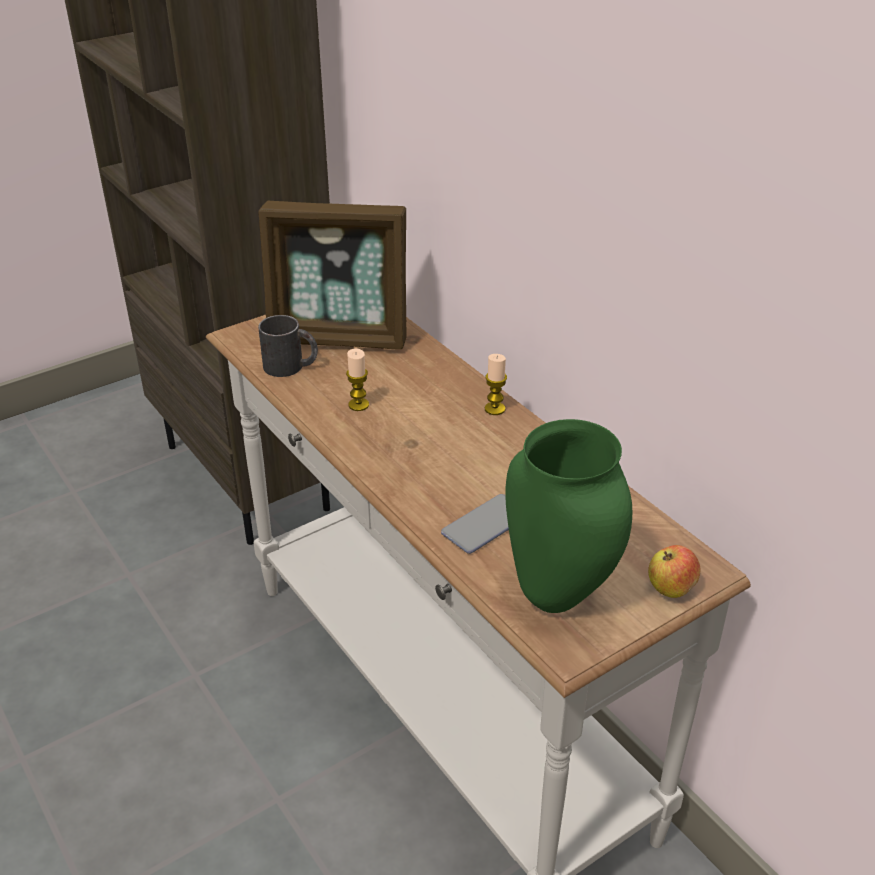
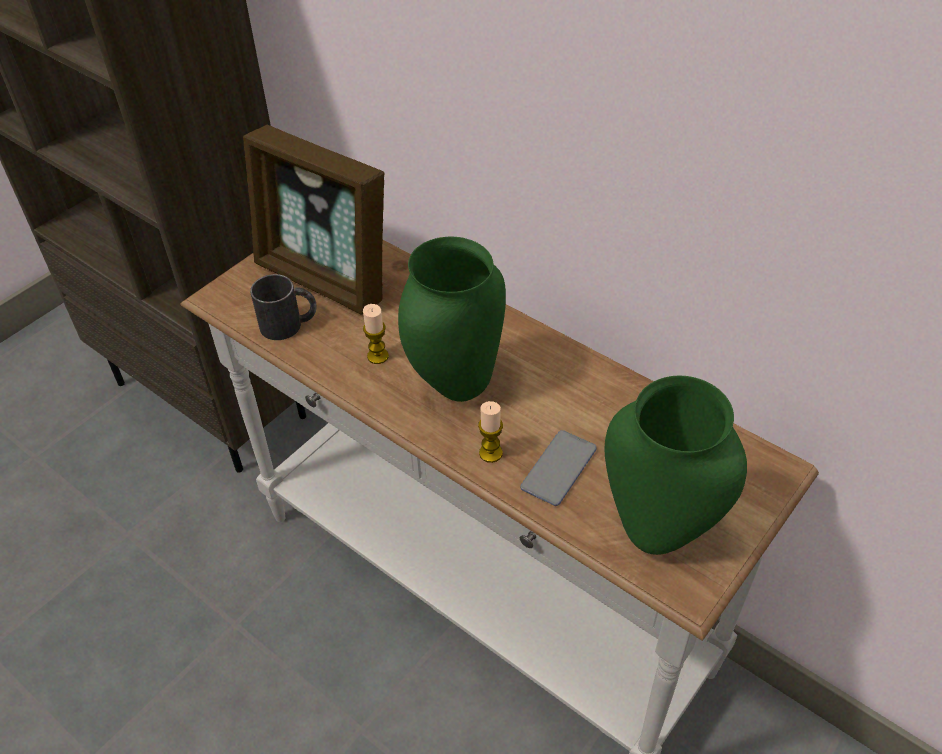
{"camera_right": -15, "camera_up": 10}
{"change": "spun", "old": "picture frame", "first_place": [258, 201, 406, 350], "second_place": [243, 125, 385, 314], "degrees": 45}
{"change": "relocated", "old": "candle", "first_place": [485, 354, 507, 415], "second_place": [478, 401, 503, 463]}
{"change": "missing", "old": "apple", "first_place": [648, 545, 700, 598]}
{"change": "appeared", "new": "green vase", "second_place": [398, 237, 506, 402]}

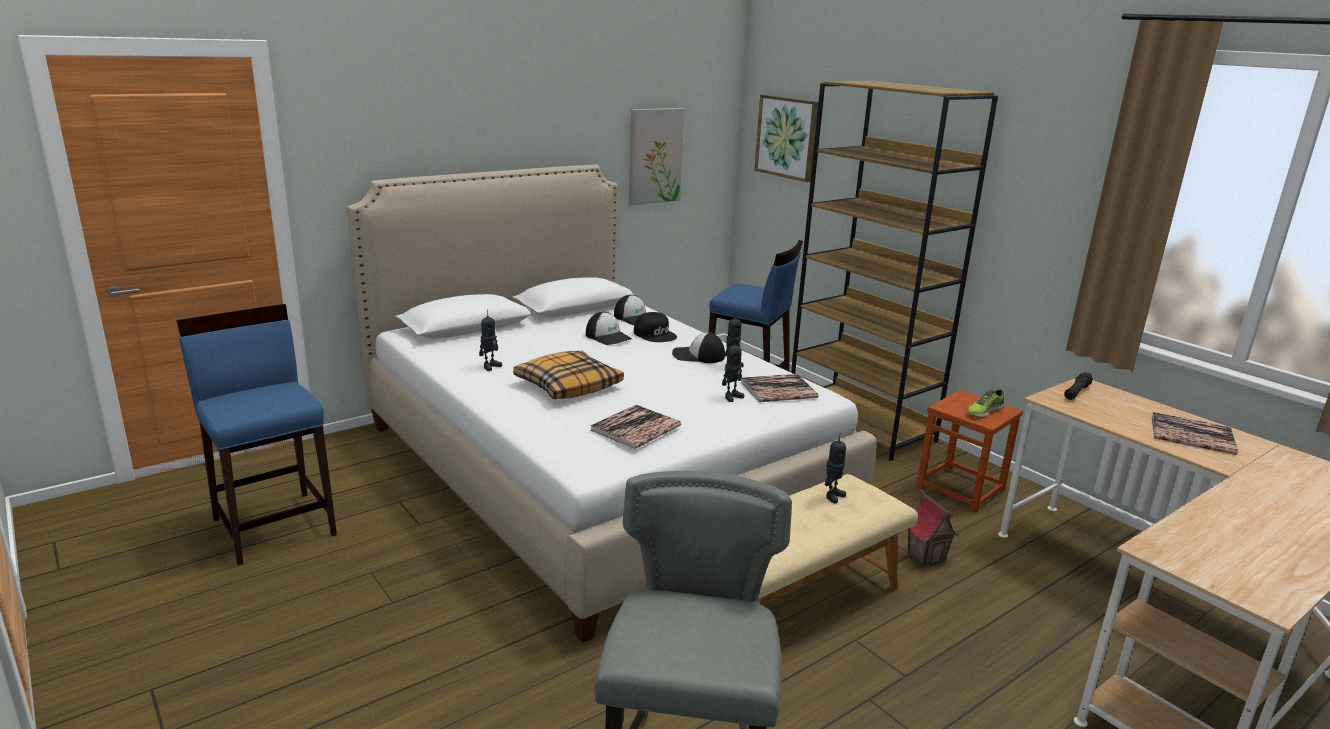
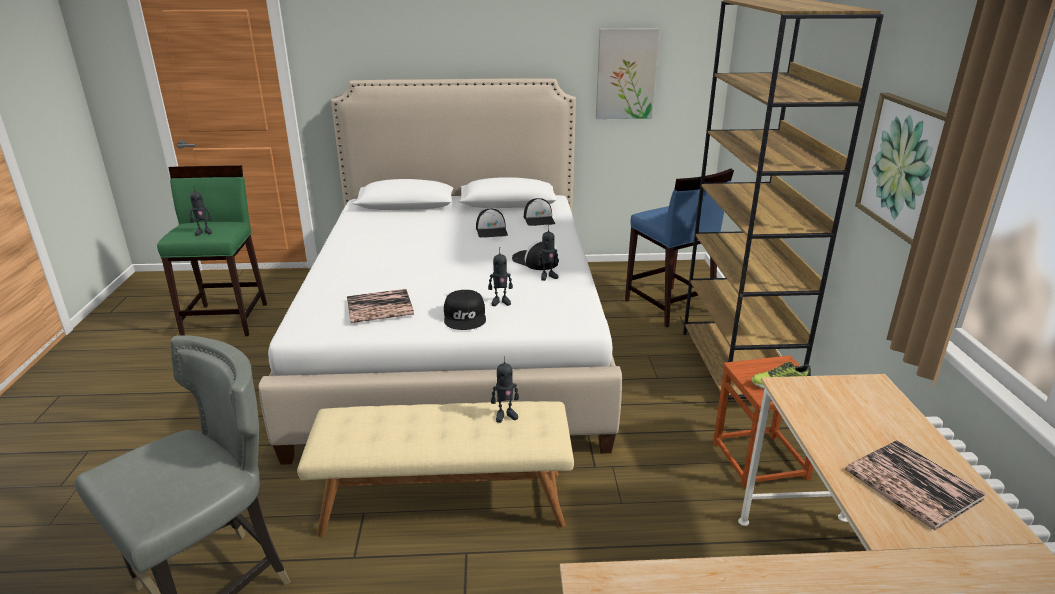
{"camera_right": 35, "camera_up": 5}
{"change": "relocated", "old": "picture", "first_place": [754, 95, 819, 182], "second_place": [855, 93, 947, 245]}
{"change": "colour", "old": "blue stool", "new": "green stool", "first_place": [176, 304, 337, 566], "second_place": [157, 165, 267, 336]}
{"change": "relocated", "old": "toy robot", "first_place": [479, 310, 502, 371], "second_place": [190, 186, 212, 236]}
{"change": "relocated", "old": "black cap", "first_place": [634, 312, 677, 342], "second_place": [444, 290, 486, 330]}
{"change": "missing", "old": "pillow", "first_place": [513, 351, 624, 399]}
{"change": "missing", "old": "black flashlight", "first_place": [1064, 372, 1093, 400]}
{"change": "missing", "old": "book", "first_place": [741, 374, 818, 402]}
{"change": "missing", "old": "toy house", "first_place": [908, 489, 958, 566]}

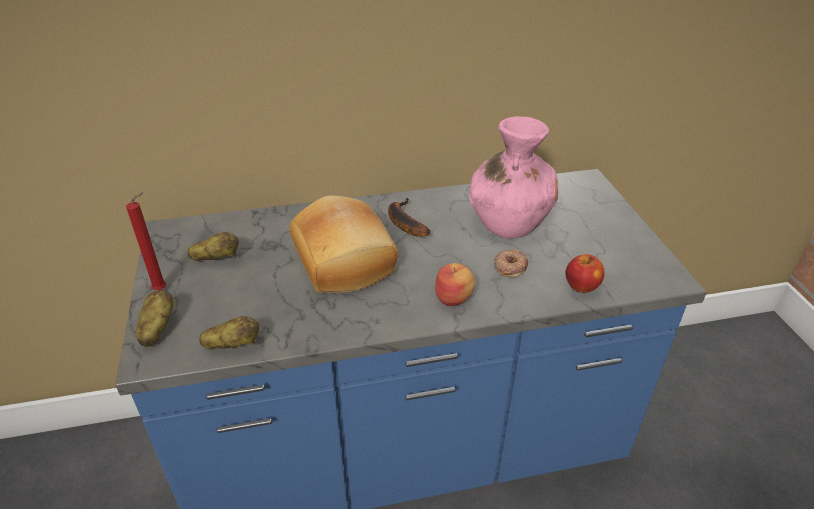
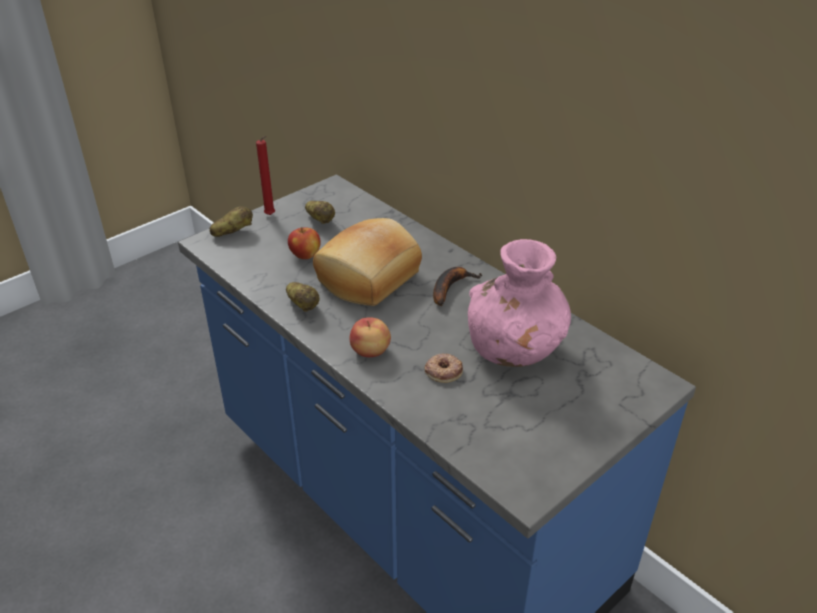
{"camera_right": 60, "camera_up": 0}
{"change": "relocated", "old": "apple", "first_place": [565, 254, 605, 293], "second_place": [288, 227, 321, 259]}
{"change": "relocated", "old": "potato", "first_place": [200, 316, 259, 349], "second_place": [286, 282, 320, 312]}

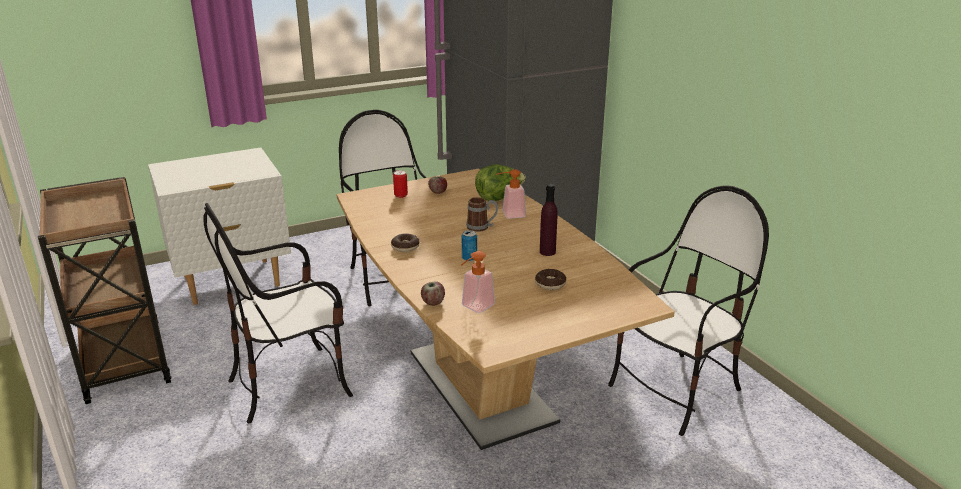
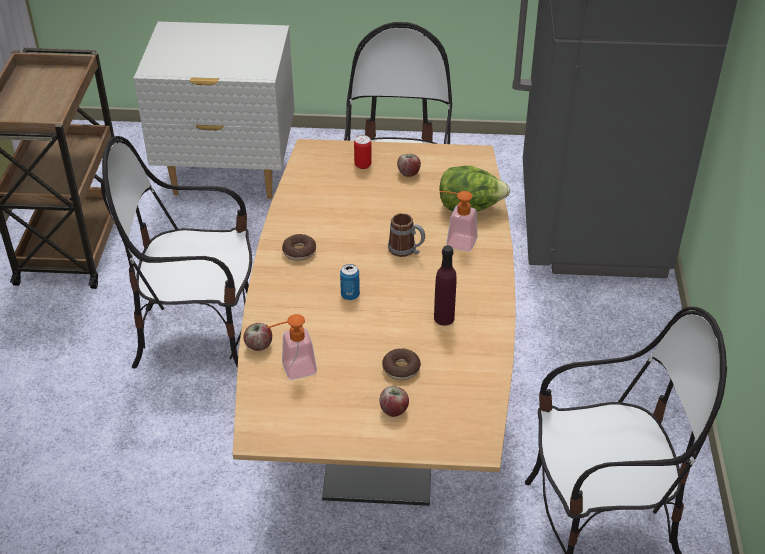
{"camera_right": 30, "camera_up": 15}
{"change": "appeared", "new": "apple", "second_place": [380, 386, 409, 417]}

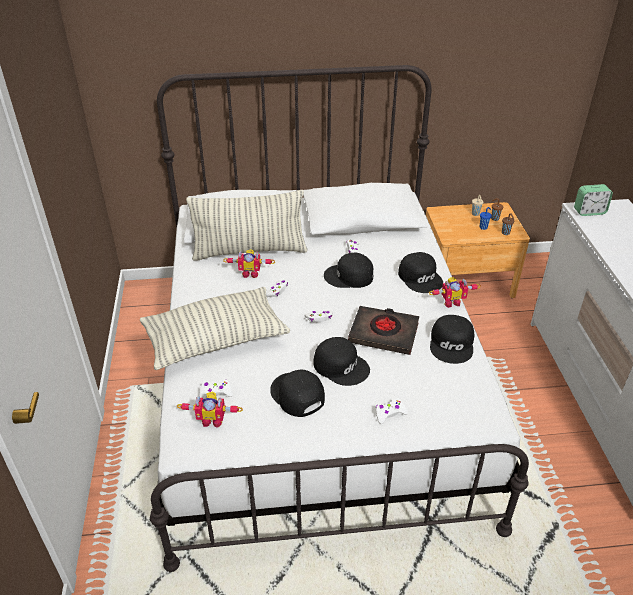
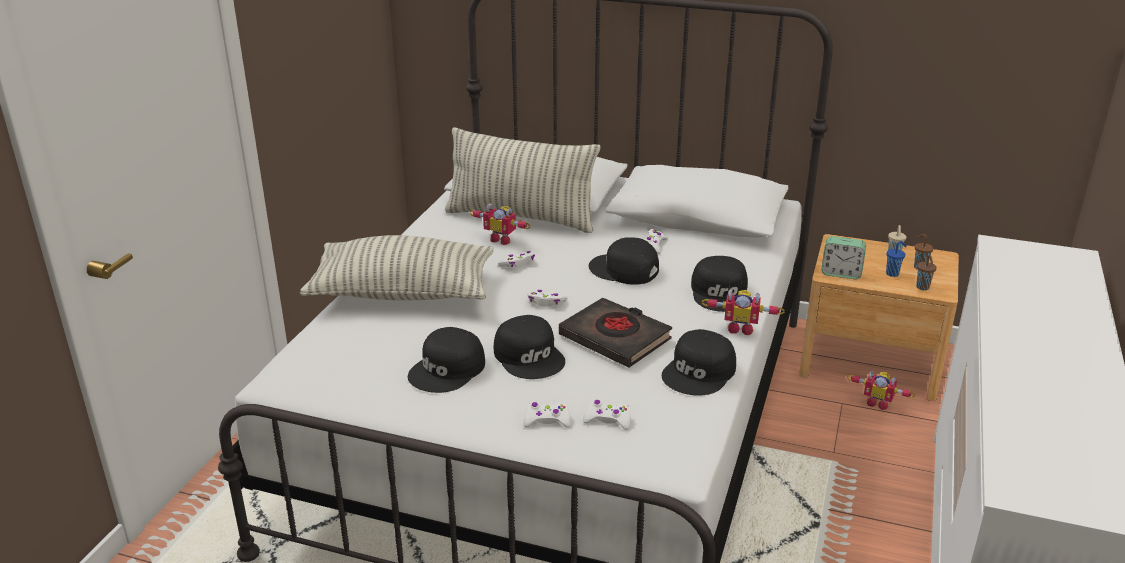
{"camera_right": 25, "camera_up": -10}
{"change": "relocated", "old": "alarm clock", "first_place": [574, 184, 613, 216], "second_place": [821, 236, 866, 279]}
{"change": "spun", "old": "black cap", "first_place": [270, 370, 325, 417], "second_place": [408, 327, 485, 393], "degrees": -135}
{"change": "relocated", "old": "white game controller", "first_place": [200, 380, 233, 399], "second_place": [583, 400, 631, 430]}
{"change": "relocated", "old": "toy robot", "first_place": [177, 392, 243, 427], "second_place": [847, 371, 915, 410]}

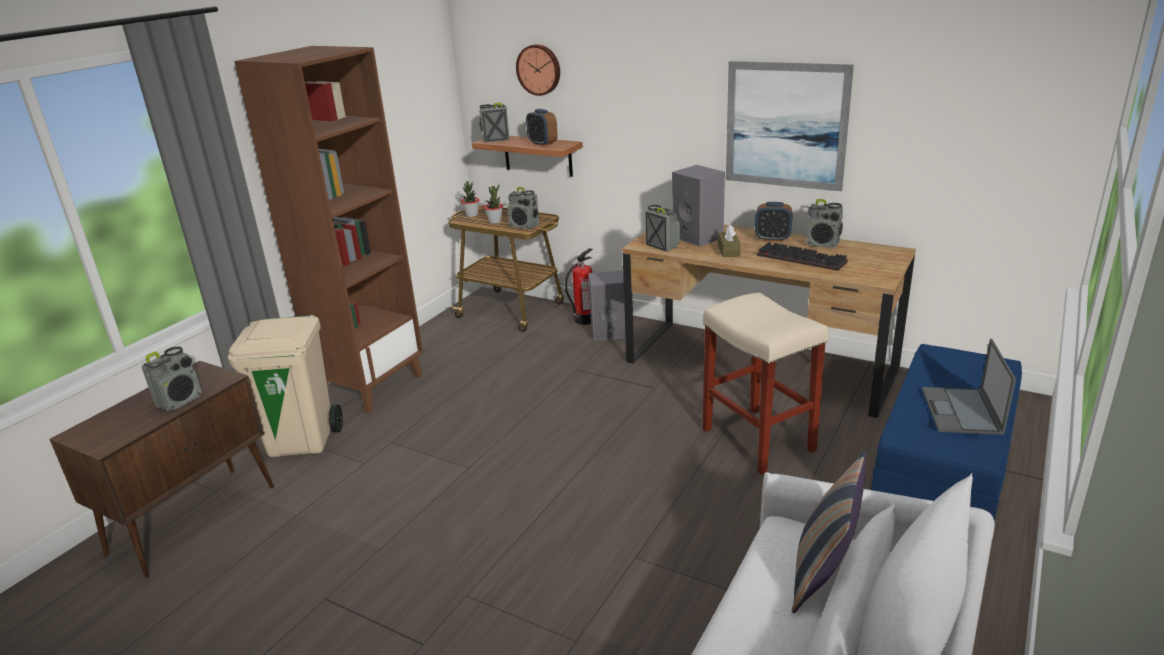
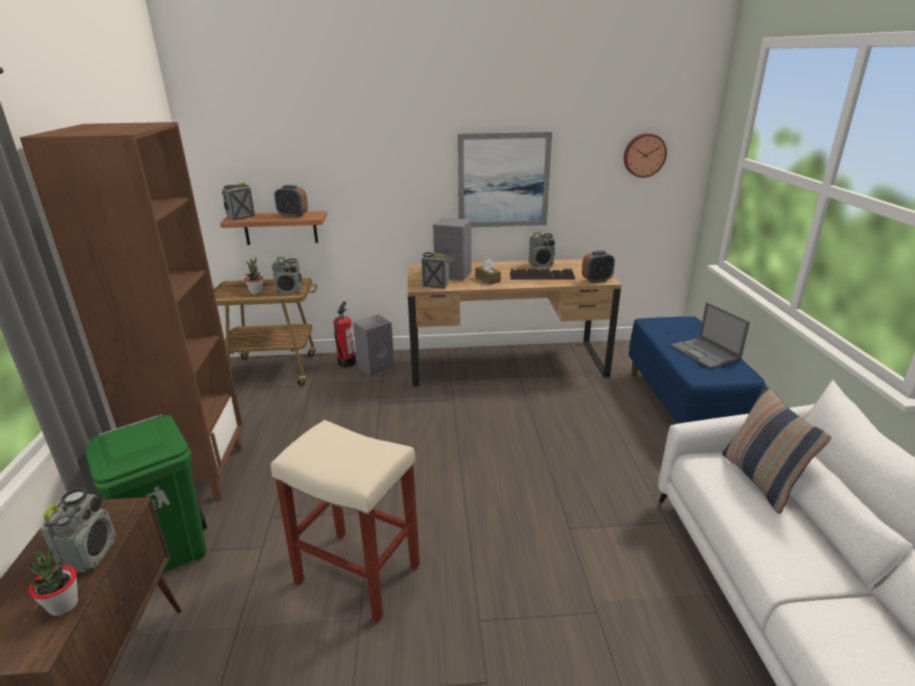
{"camera_right": -35, "camera_up": 0}
{"change": "relocated", "old": "wall clock", "first_place": [516, 44, 560, 96], "second_place": [624, 133, 667, 178]}
{"change": "relocated", "old": "potted plant", "first_place": [461, 181, 479, 217], "second_place": [27, 549, 78, 616]}
{"change": "relocated", "old": "alarm clock", "first_place": [755, 202, 793, 242], "second_place": [582, 250, 615, 284]}
{"change": "relocated", "old": "beige stool", "first_place": [703, 292, 828, 475], "second_place": [271, 420, 420, 622]}
{"change": "colour", "old": "beige trash can", "new": "green trash can", "first_place": [228, 315, 343, 457], "second_place": [85, 414, 207, 574]}

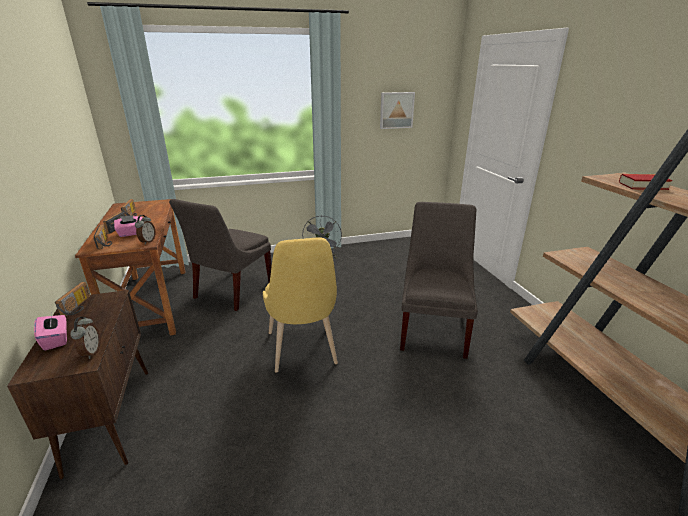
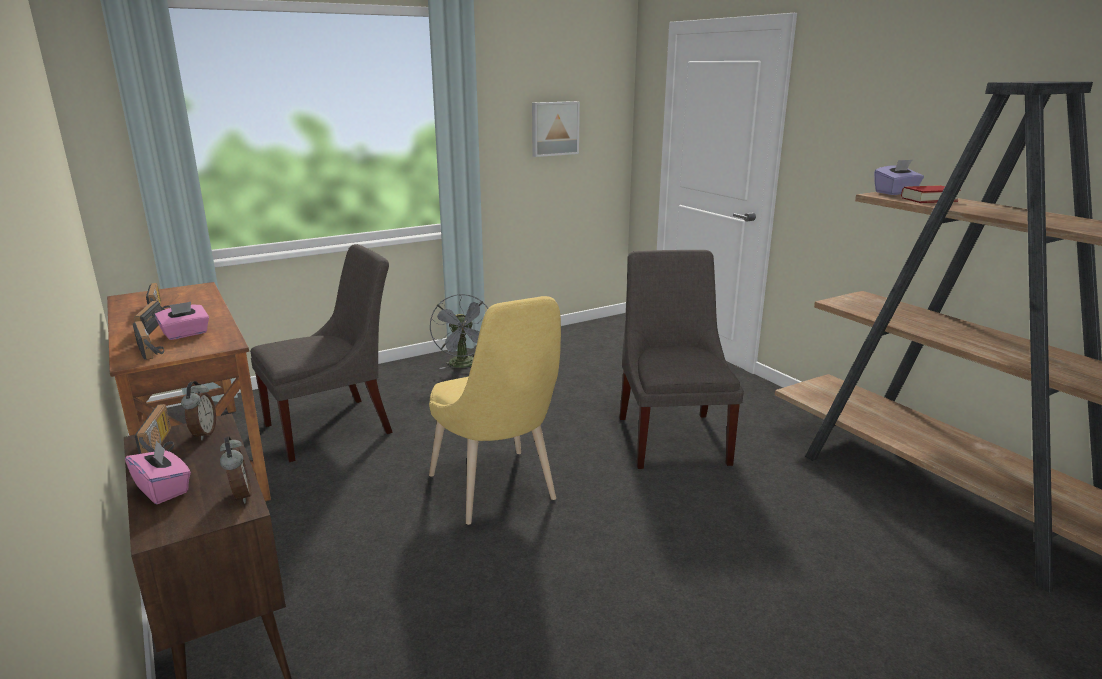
{"camera_right": -15, "camera_up": -5}
{"change": "spun", "old": "grey chair", "first_place": [169, 199, 272, 311], "second_place": [250, 244, 393, 462], "degrees": -135}
{"change": "relocated", "old": "alarm clock", "first_place": [135, 215, 156, 245], "second_place": [181, 381, 216, 440]}
{"change": "appeared", "new": "purple tissue box", "second_place": [874, 159, 924, 195]}

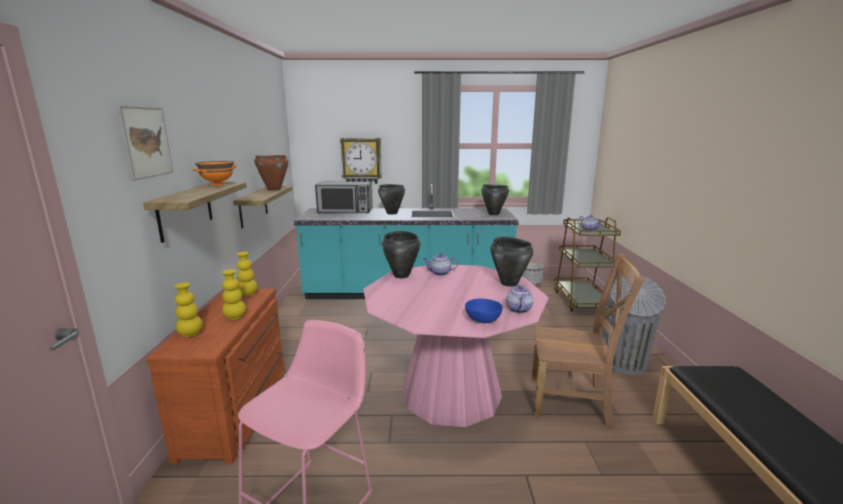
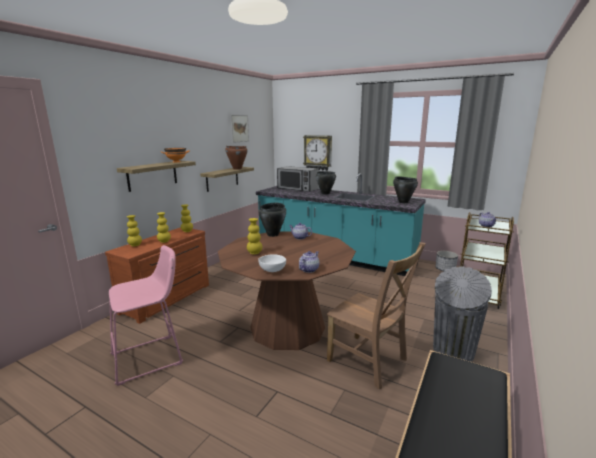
{"camera_right": 30, "camera_up": 0}
{"change": "relocated", "old": "picture", "first_place": [116, 106, 173, 181], "second_place": [231, 115, 249, 143]}
{"change": "missing", "old": "black cooking pot", "first_place": [490, 237, 533, 287]}
{"change": "colour", "old": "pink dining table", "new": "brown dining table", "first_place": [363, 265, 549, 427], "second_place": [218, 231, 356, 350]}
{"change": "colour", "old": "blue bowl", "new": "white bowl", "first_place": [465, 299, 503, 323], "second_place": [258, 254, 286, 272]}
{"change": "appeared", "new": "yellow vase", "second_place": [247, 218, 262, 254]}

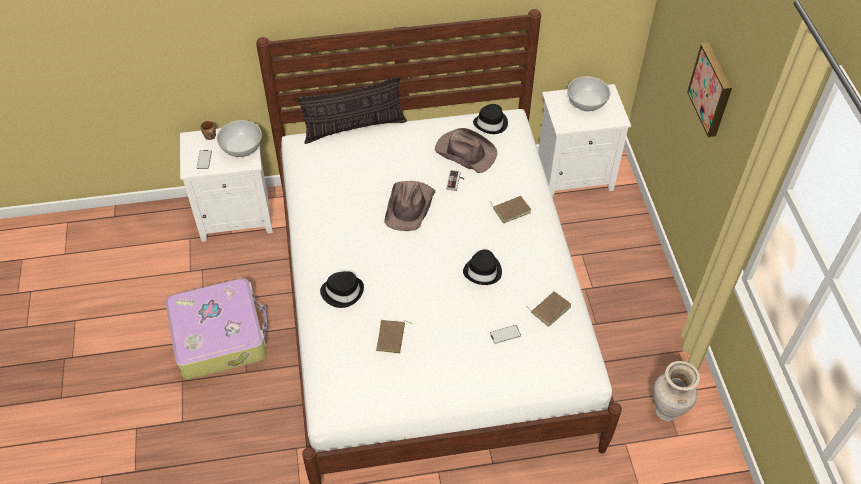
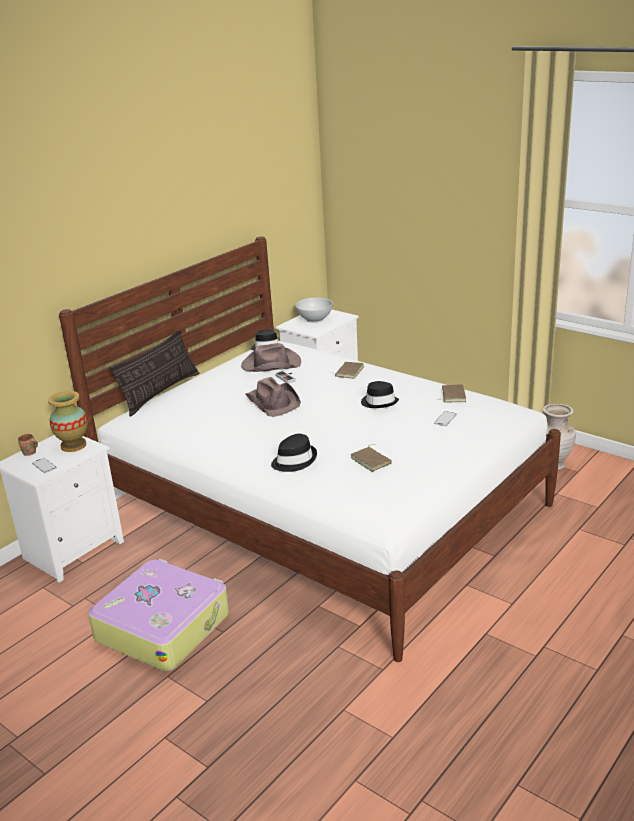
{"camera_right": -40, "camera_up": -25}
{"change": "missing", "old": "picture", "first_place": [687, 43, 732, 137]}
{"change": "exchanged", "old": "white bowl", "new": "vase", "first_place": [217, 120, 262, 157], "second_place": [48, 391, 88, 452]}

